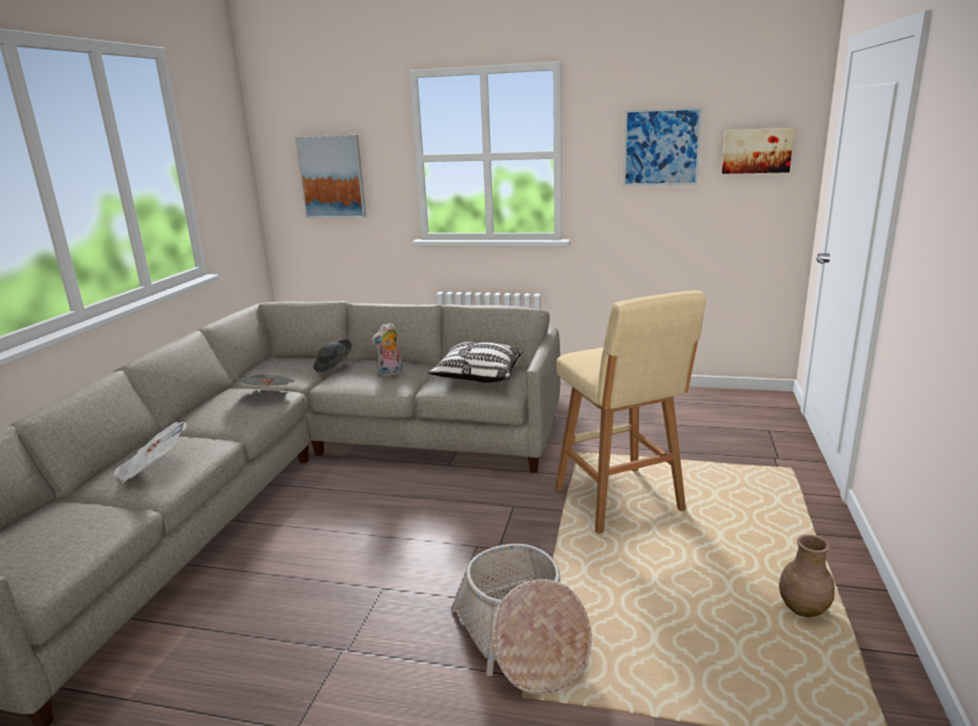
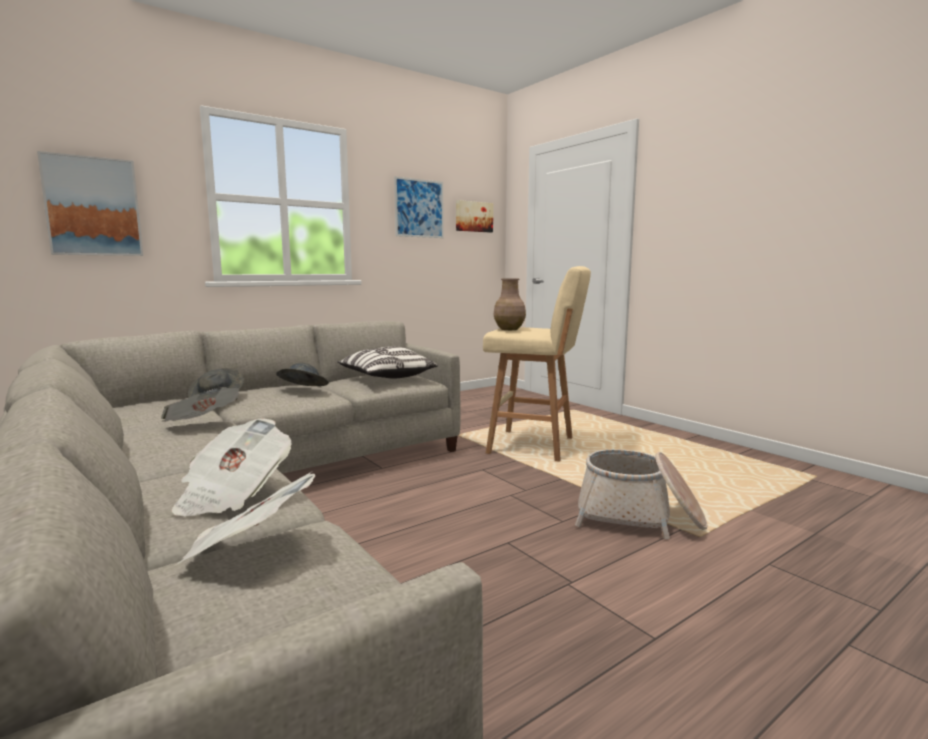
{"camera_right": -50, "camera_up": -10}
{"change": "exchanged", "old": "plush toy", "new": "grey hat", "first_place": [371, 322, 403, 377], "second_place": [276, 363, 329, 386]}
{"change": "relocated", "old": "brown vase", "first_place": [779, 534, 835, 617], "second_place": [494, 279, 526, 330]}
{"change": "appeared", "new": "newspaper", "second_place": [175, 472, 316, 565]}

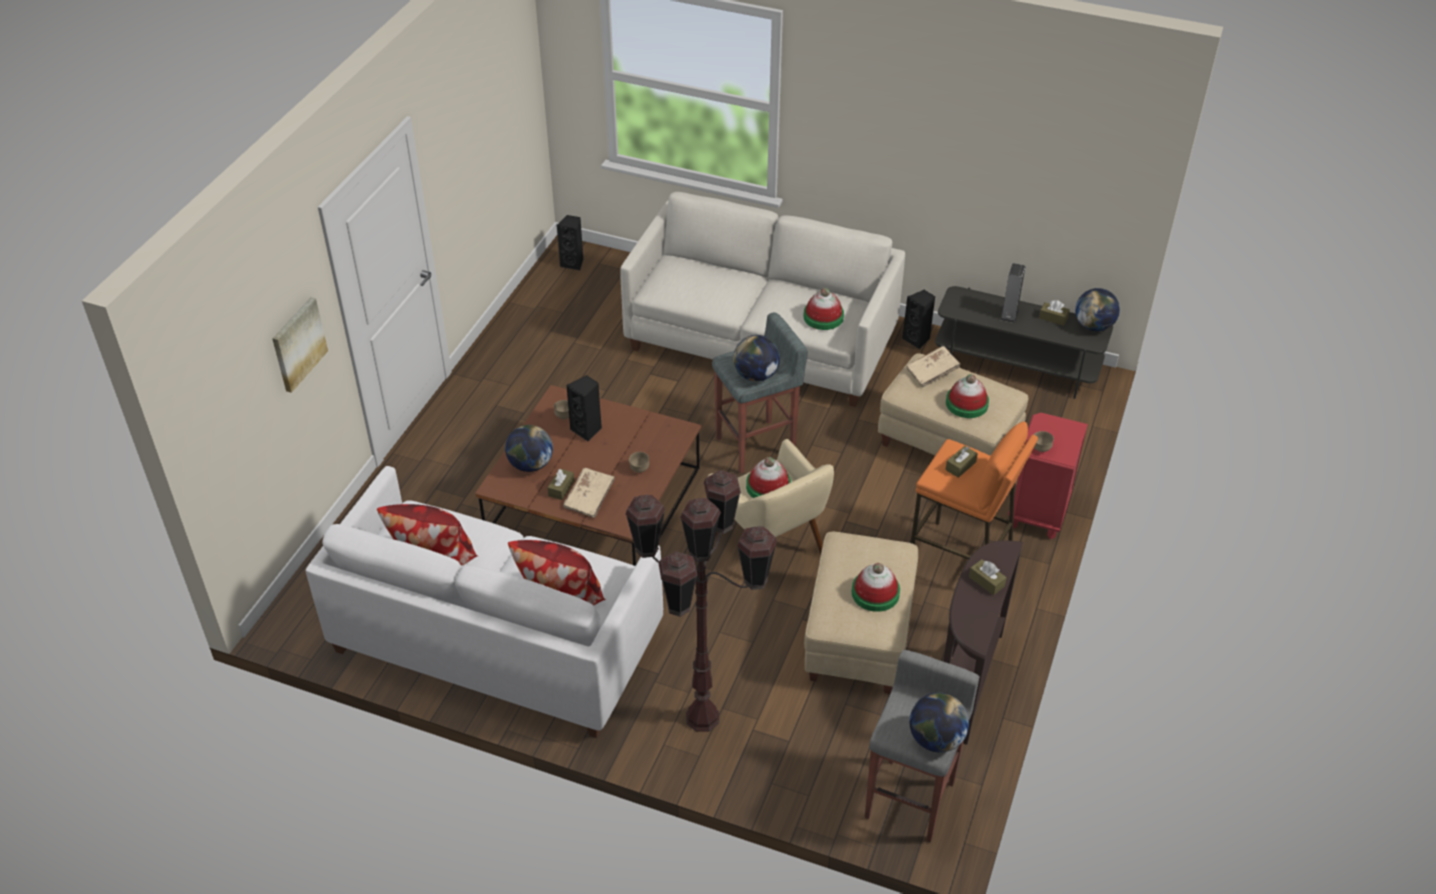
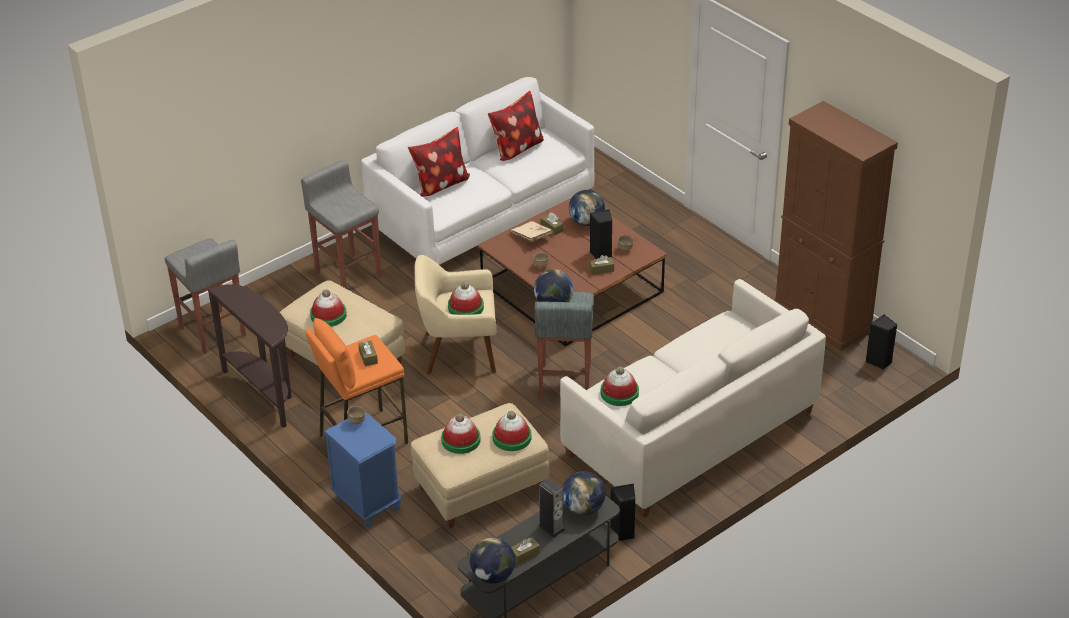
{"camera_right": 120, "camera_up": -5}
{"change": "missing", "old": "picture", "first_place": [272, 297, 328, 393]}
{"change": "exchanged", "old": "beige book", "new": "hat", "first_place": [907, 346, 960, 387], "second_place": [492, 411, 532, 451]}
{"change": "colour", "old": "red nightstand", "new": "blue nightstand", "first_place": [1008, 413, 1088, 539], "second_place": [324, 413, 402, 527]}
{"change": "exchanged", "old": "brown floor lamp", "new": "grey stool", "first_place": [625, 470, 777, 732], "second_place": [301, 160, 382, 288]}
{"change": "relocated", "old": "brown tissue box", "first_place": [969, 559, 1007, 595], "second_place": [589, 255, 614, 275]}
{"change": "relocated", "old": "globe", "first_place": [909, 693, 969, 752], "second_place": [562, 471, 606, 515]}
{"change": "appeared", "new": "brown cabinet", "second_place": [774, 101, 898, 351]}

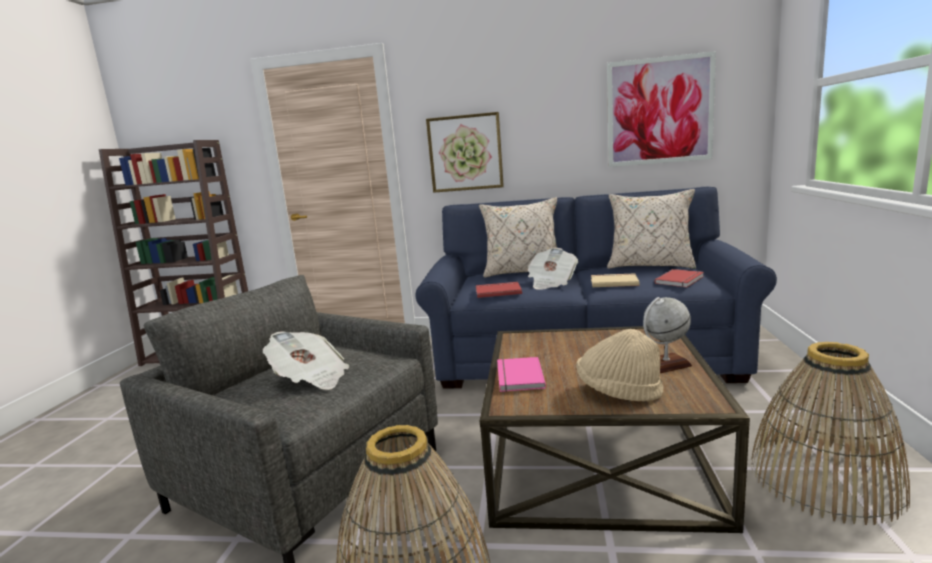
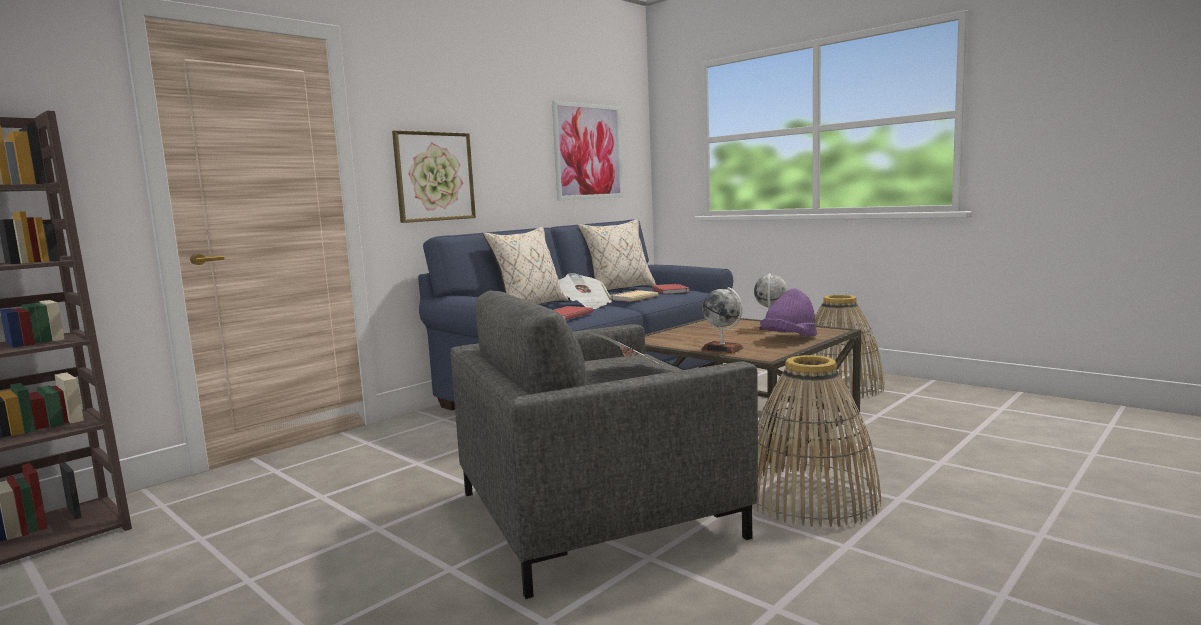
{"camera_right": -55, "camera_up": -5}
{"change": "colour", "old": "beige hat", "new": "purple hat", "first_place": [576, 329, 663, 401], "second_place": [760, 288, 817, 336]}
{"change": "exchanged", "old": "pink book", "new": "globe", "first_place": [497, 357, 546, 392], "second_place": [701, 287, 743, 353]}

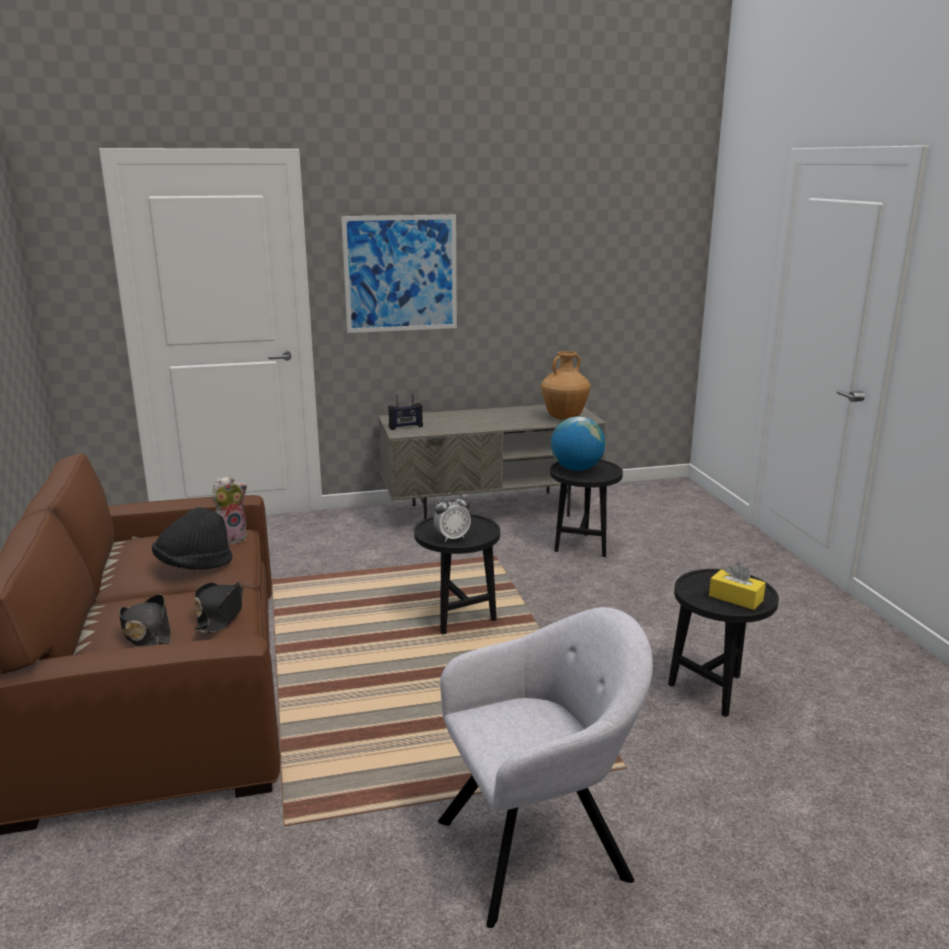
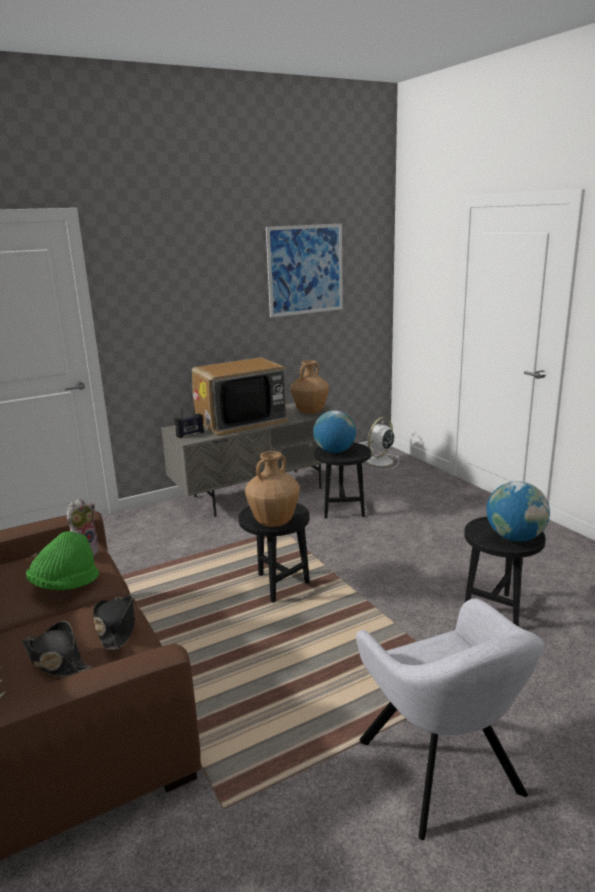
{"camera_right": -15, "camera_up": 0}
{"change": "relocated", "old": "picture", "first_place": [341, 215, 457, 333], "second_place": [266, 224, 343, 317]}
{"change": "exchanged", "old": "alarm clock", "new": "brown vase", "first_place": [433, 493, 471, 542], "second_place": [245, 451, 300, 527]}
{"change": "colour", "old": "black hat", "new": "green hat", "first_place": [152, 507, 233, 570], "second_place": [26, 531, 99, 590]}
{"change": "exchanged", "old": "yellow tissue box", "new": "globe", "first_place": [709, 562, 766, 610], "second_place": [486, 481, 550, 542]}
{"change": "spun", "old": "grey armchair", "first_place": [438, 607, 653, 928], "second_place": [356, 598, 544, 840], "degrees": 105}
{"change": "appeared", "new": "television", "second_place": [192, 357, 289, 436]}
{"change": "appeared", "new": "white fan", "second_place": [363, 417, 399, 470]}

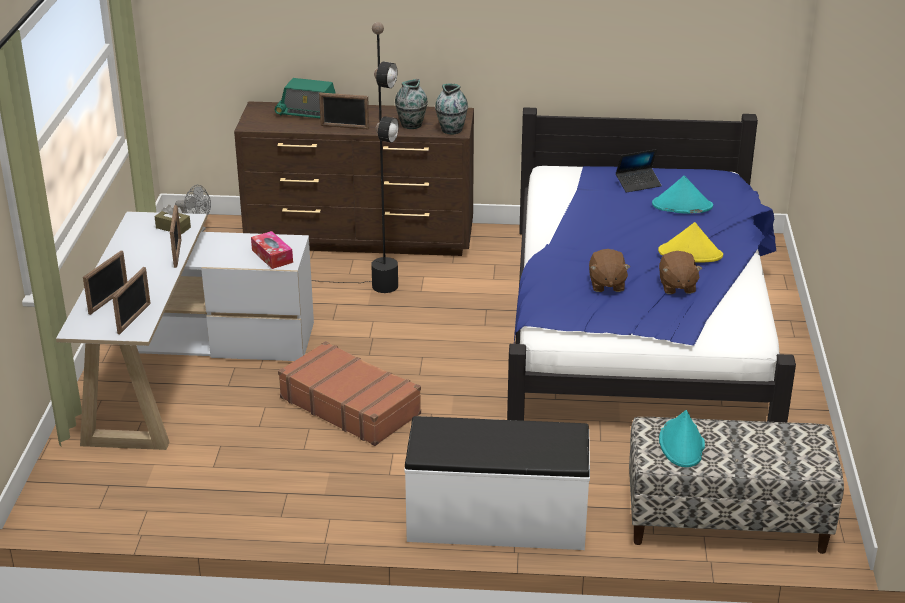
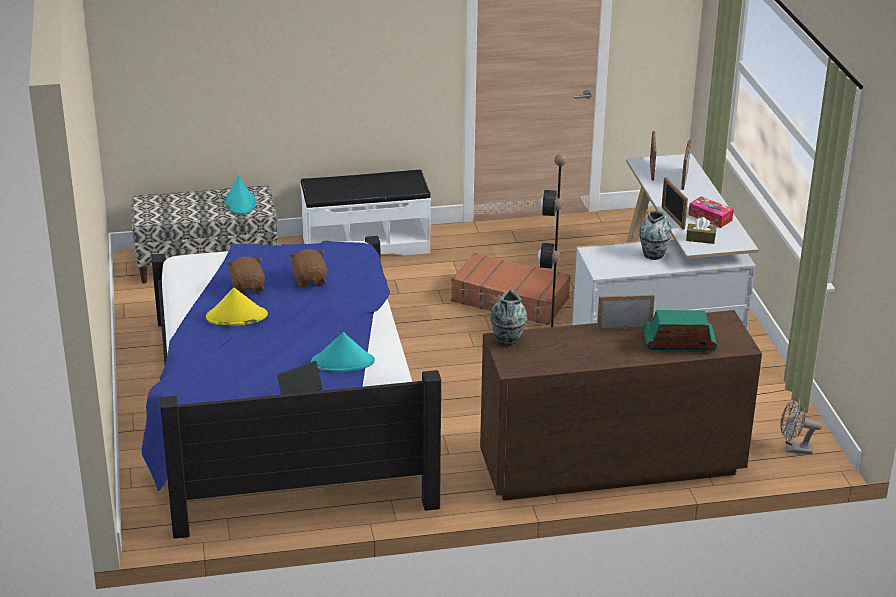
{"camera_right": 165, "camera_up": 0}
{"change": "relocated", "old": "vase", "first_place": [395, 79, 428, 129], "second_place": [639, 210, 672, 260]}
{"change": "relocated", "old": "turquoise hat", "first_place": [652, 176, 713, 214], "second_place": [311, 332, 375, 372]}
{"change": "relocated", "old": "tissue box", "first_place": [251, 231, 293, 269], "second_place": [688, 196, 734, 228]}

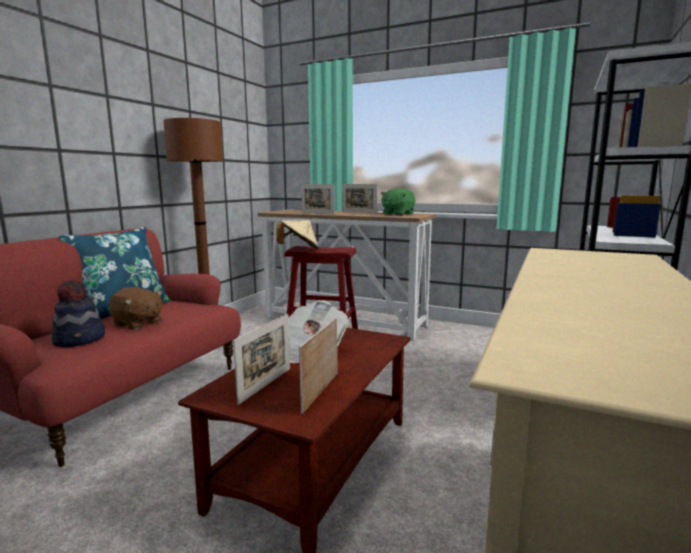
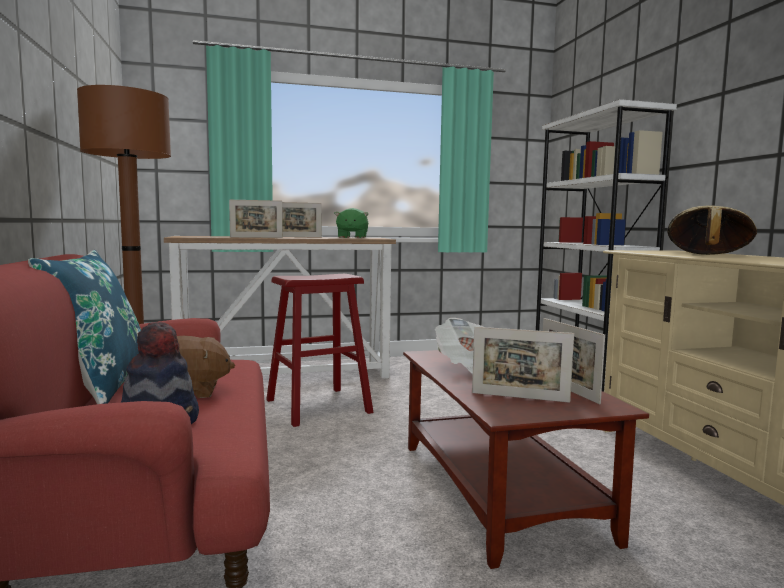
{"camera_right": -40, "camera_up": -5}
{"change": "relocated", "old": "beige hat", "first_place": [276, 220, 319, 249], "second_place": [668, 205, 757, 255]}
{"change": "spun", "old": "picture frame", "first_place": [233, 314, 290, 405], "second_place": [472, 327, 574, 403], "degrees": 120}

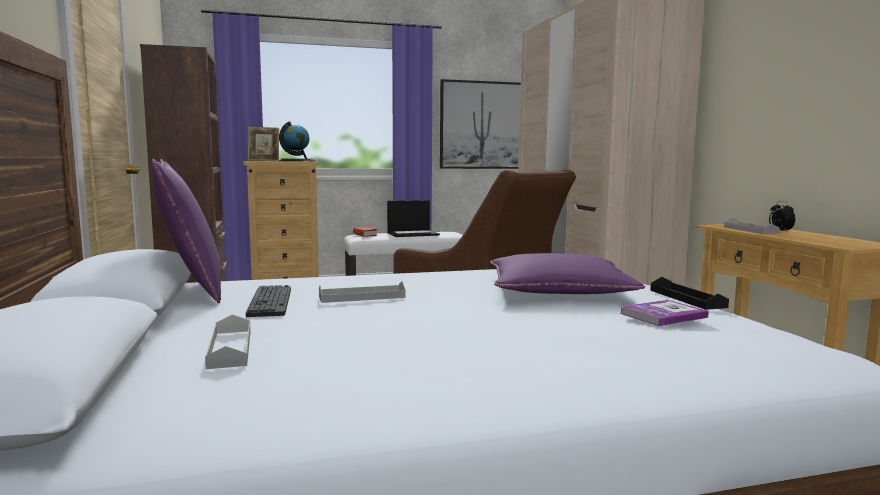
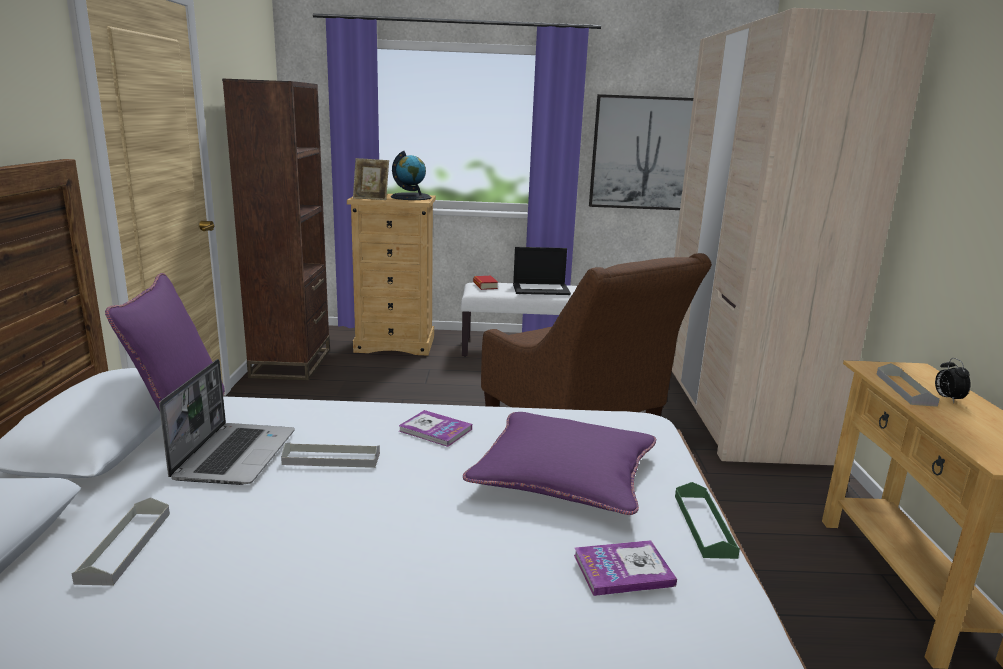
{"camera_right": 15, "camera_up": 10}
{"change": "colour", "old": "black tray", "new": "green tray", "first_place": [650, 277, 729, 310], "second_place": [675, 482, 740, 559]}
{"change": "exchanged", "old": "keyboard", "new": "laptop", "first_place": [246, 285, 291, 317], "second_place": [159, 359, 295, 485]}
{"change": "appeared", "new": "book", "second_place": [399, 410, 472, 447]}

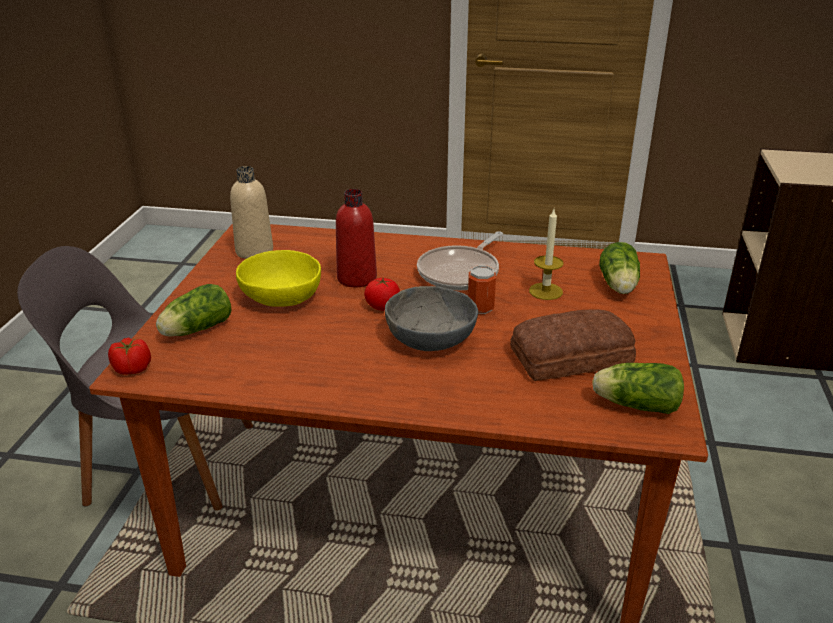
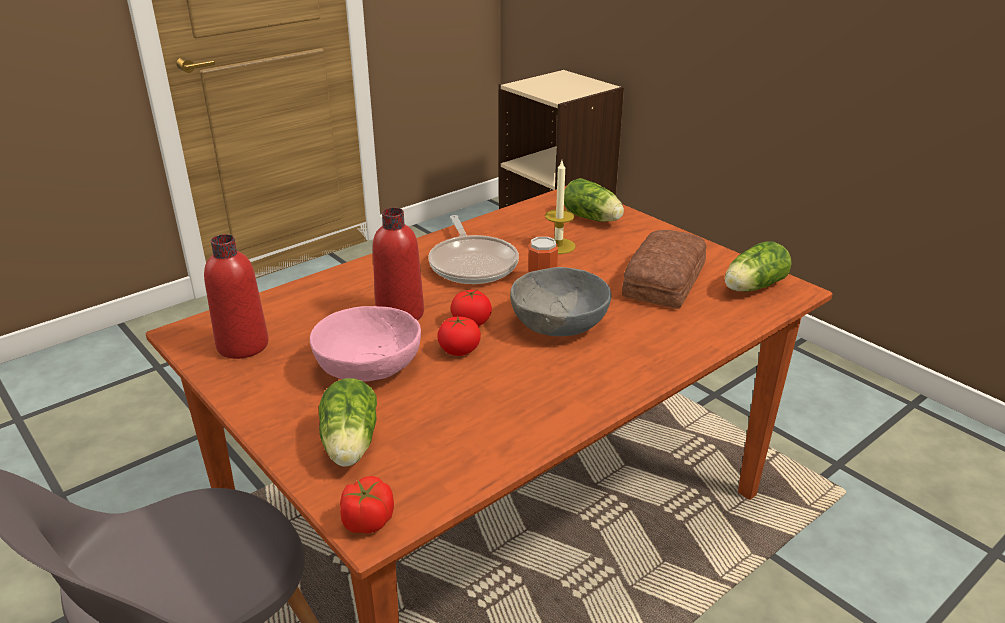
{"camera_right": -50, "camera_up": 0}
{"change": "colour", "old": "beige bottle", "new": "red bottle", "first_place": [230, 166, 273, 259], "second_place": [204, 234, 269, 359]}
{"change": "colour", "old": "yellow bowl", "new": "pink bowl", "first_place": [236, 250, 321, 306], "second_place": [310, 306, 421, 382]}
{"change": "appeared", "new": "tomato", "second_place": [437, 316, 481, 356]}

